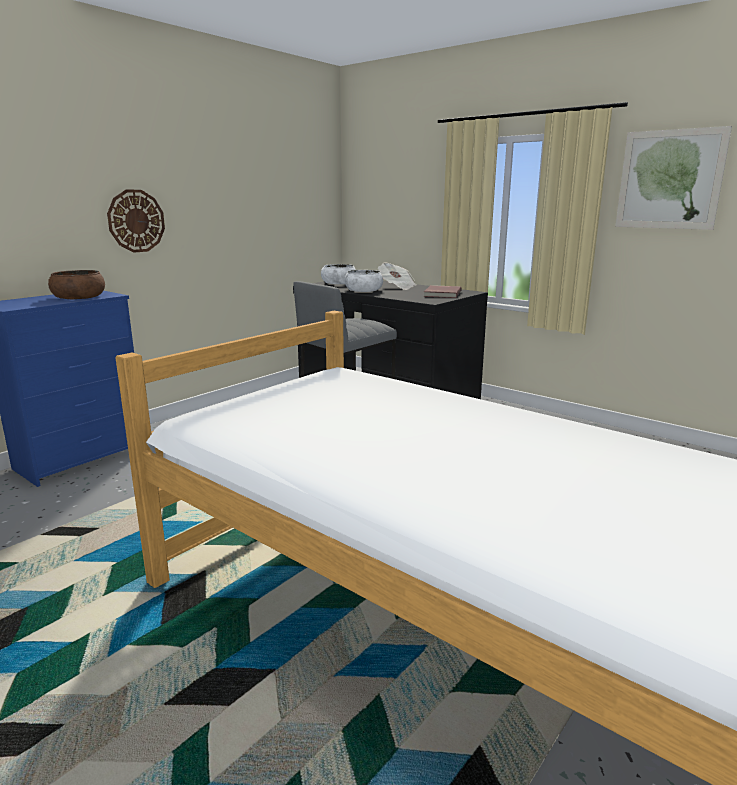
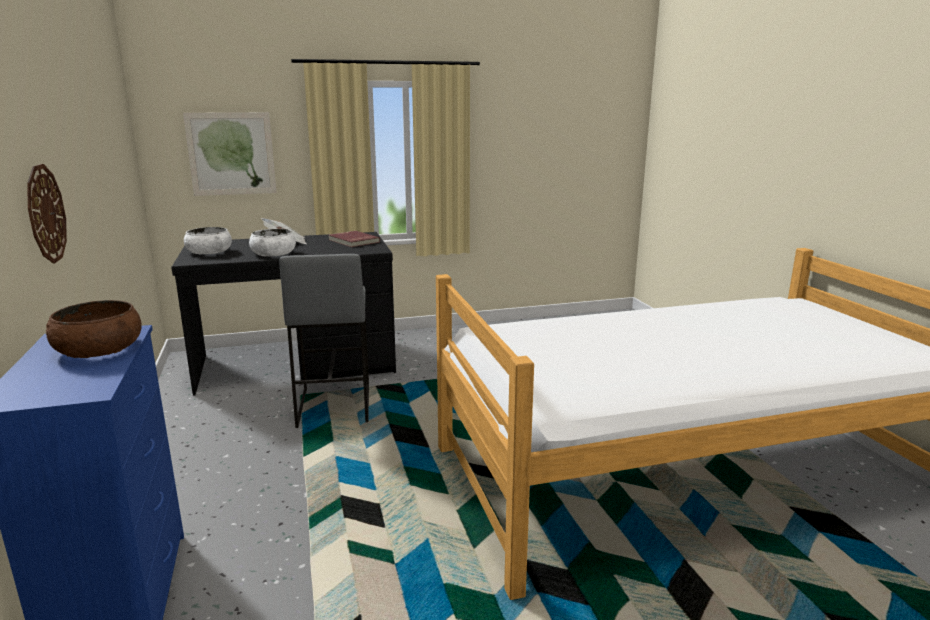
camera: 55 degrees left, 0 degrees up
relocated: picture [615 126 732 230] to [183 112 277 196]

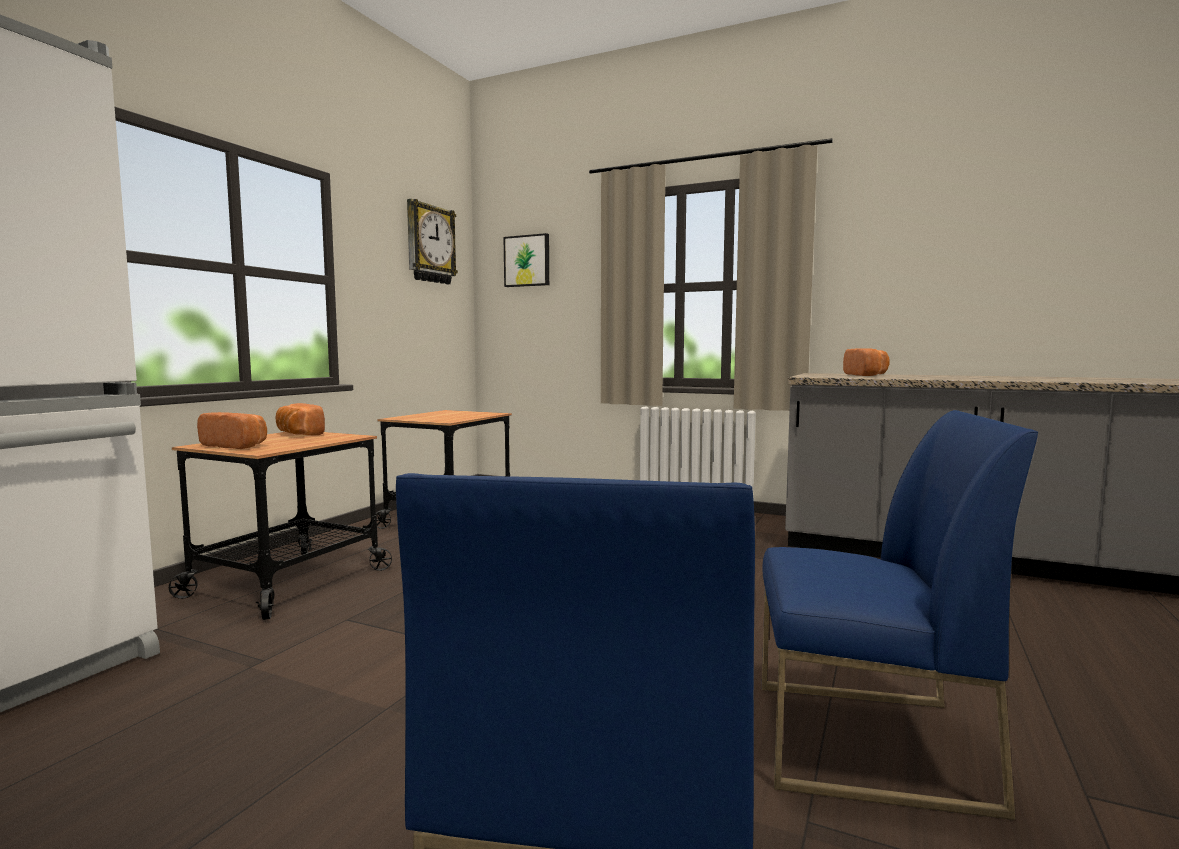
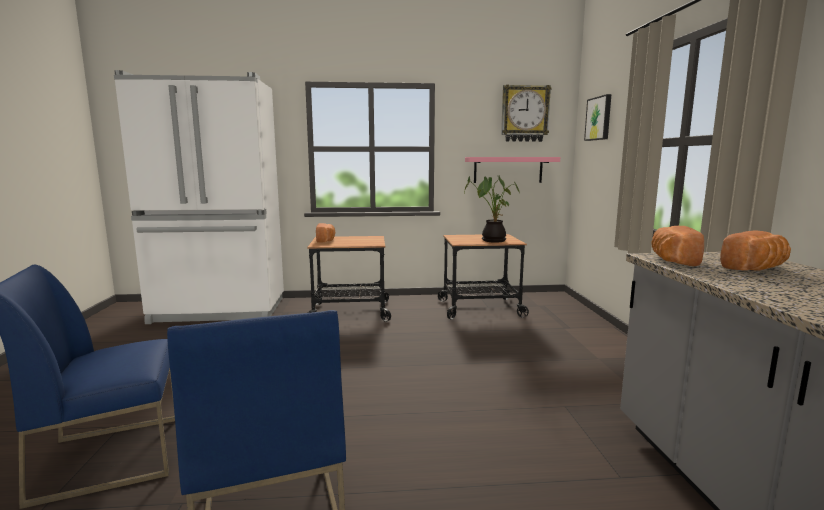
camera: 60 degrees right, 5 degrees up
appeared: pink shelf [465 157 560 183]; potted plant [464 175 520 243]
relocated: bread [276 403 325 436] to [651 226 704 266]

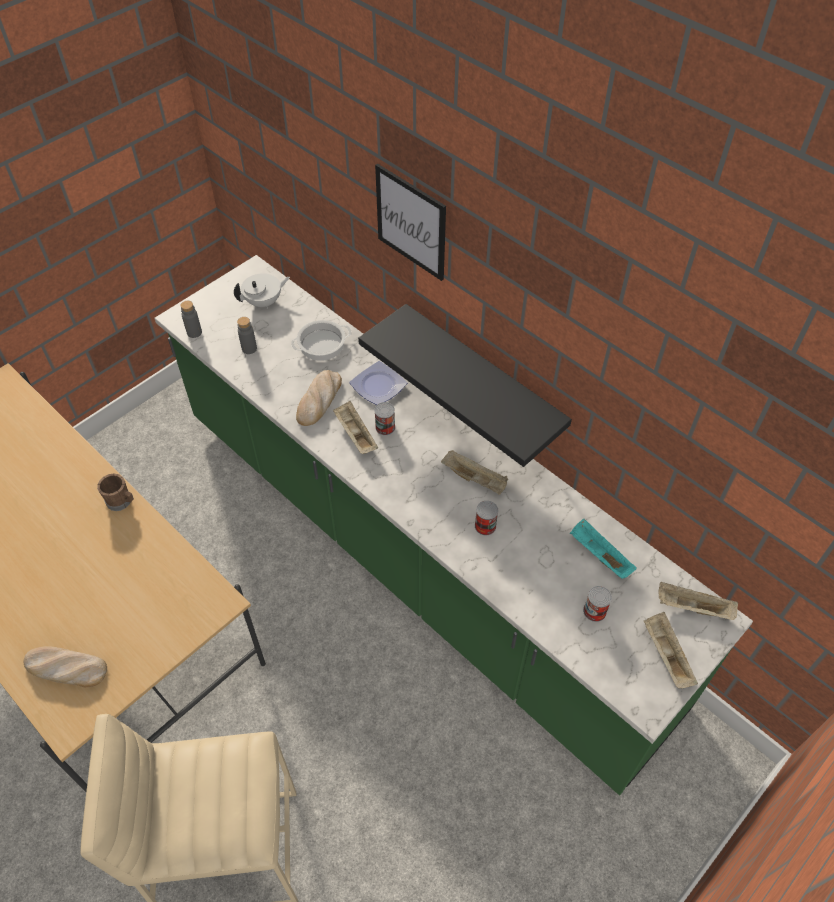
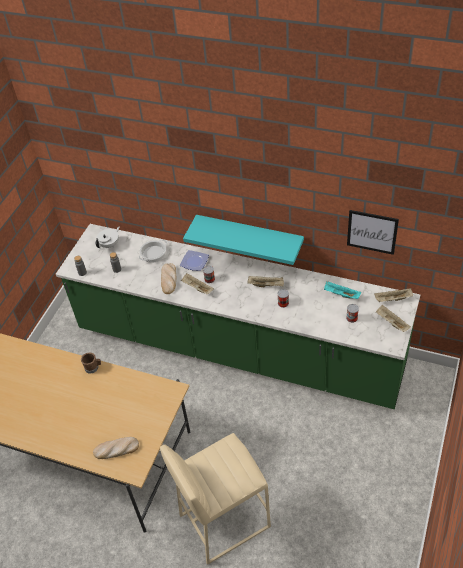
camera: 20 degrees left, 5 degrees down
relocated: picture [375 164 446 281] to [347 210 399 255]
colour: black shelf [358 304 572 467] to turquoise shelf [183 215 304 265]

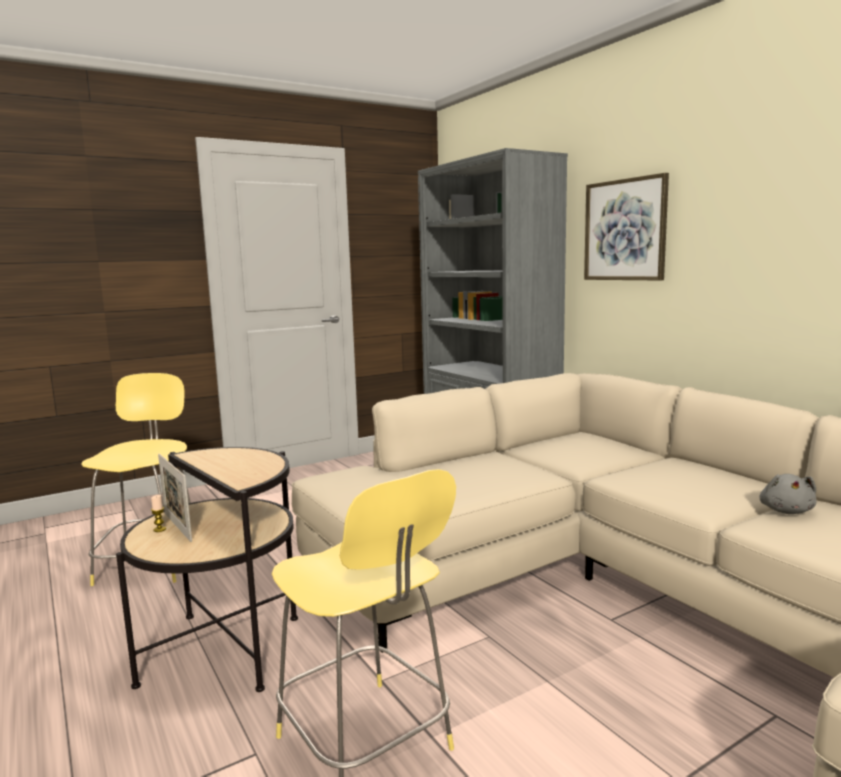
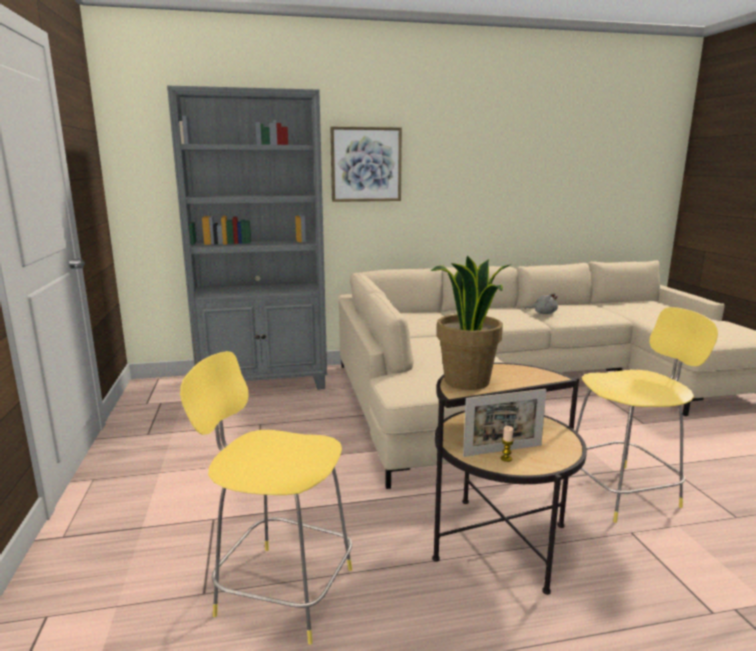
camera: 70 degrees left, 5 degrees up
appeared: potted plant [431 255 512 390]

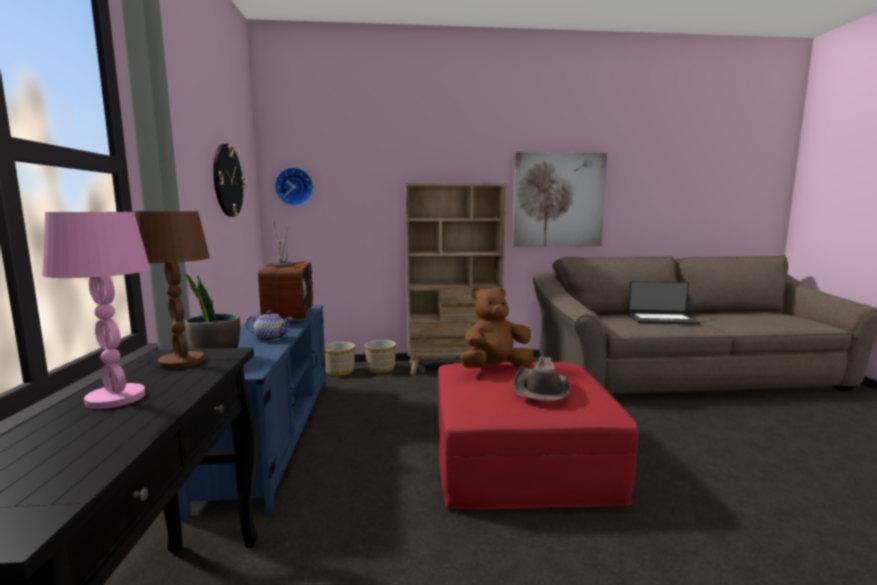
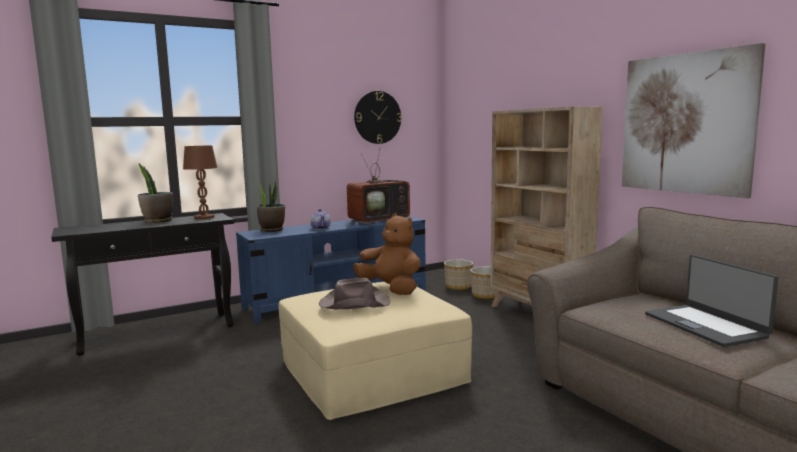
camera: 65 degrees right, 0 degrees up
missing: wall clock [275 167 314 207]
exchanged: pink table lamp [42 211 150 409] to potted plant [138 163 173 223]
colour: red ottoman [438 362 639 510] to beige ottoman [278 282 472 420]

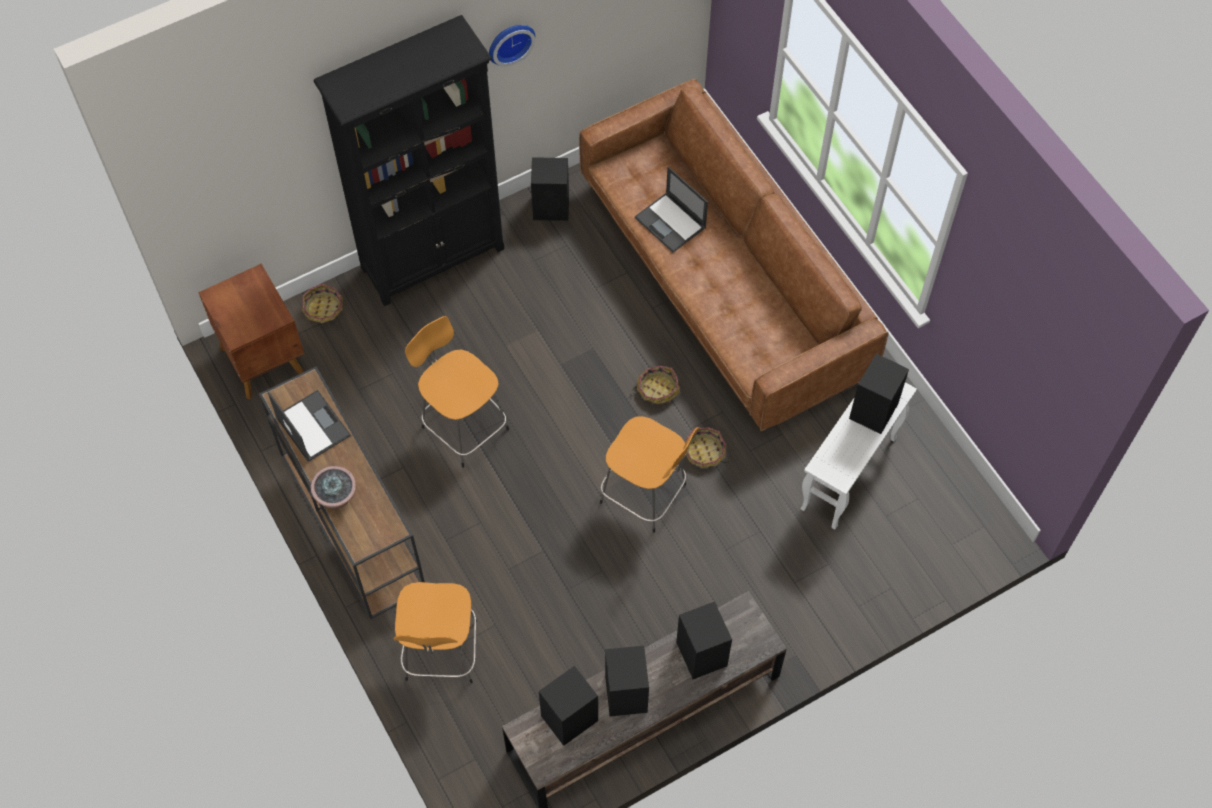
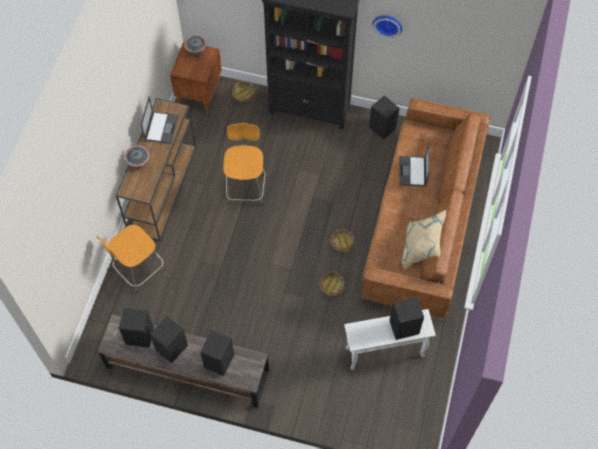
camera: 45 degrees right, 0 degrees up
missing: orange stool [600 416 699 533]
appeared: potted plant [184 35 207 57]; beige pillow [402 209 447 269]

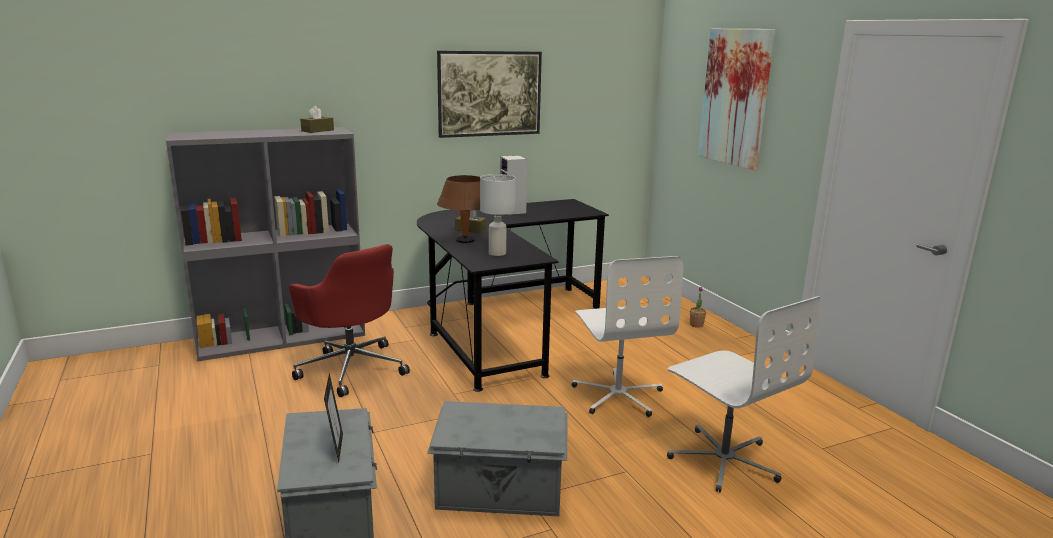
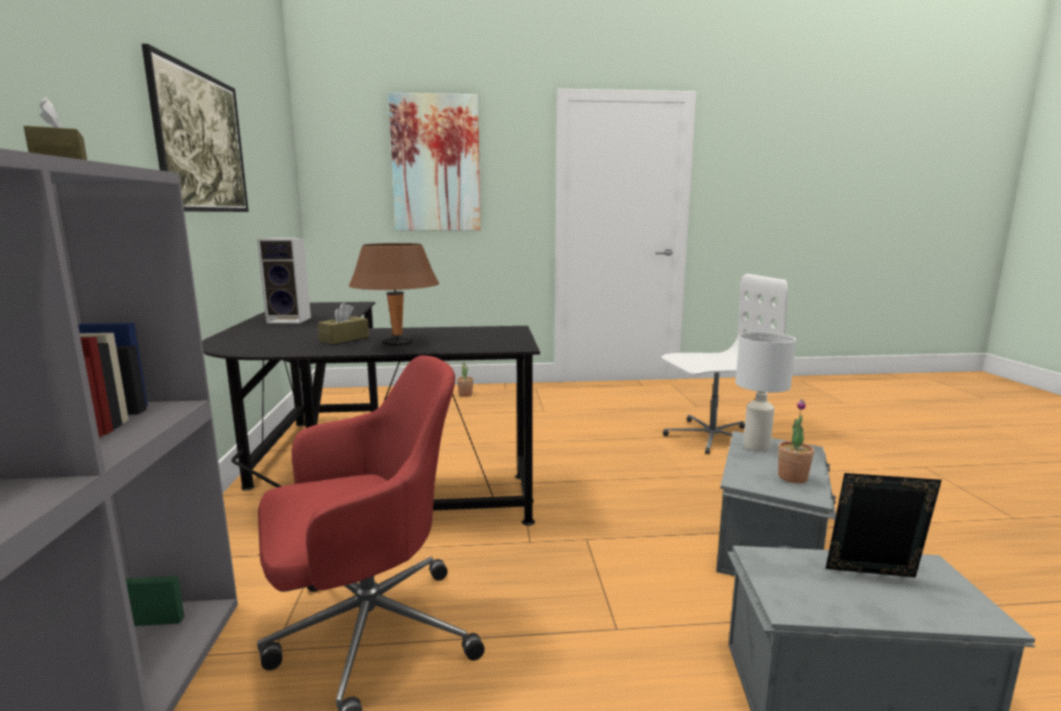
camera: 70 degrees left, 5 degrees down
missing: white office chair [572 256 683 417]
appeared: potted plant [778 399 814 483]
relocated: white table lamp [480 174 516 256] to [736 332 796 452]

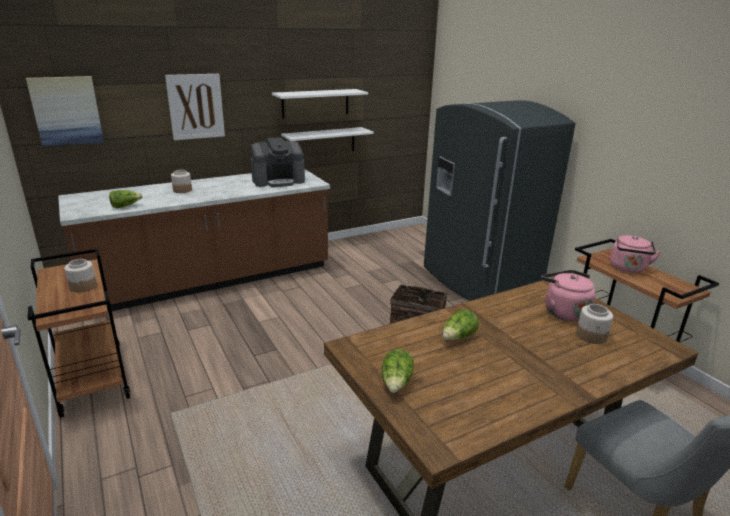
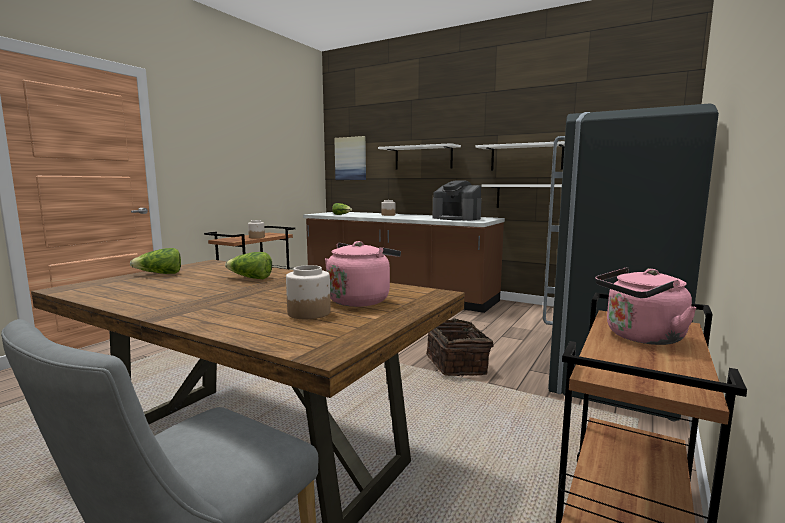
camera: 60 degrees right, 15 degrees down
exchanged: picture [165 74 225 140] to white shelf [378 143 461 170]

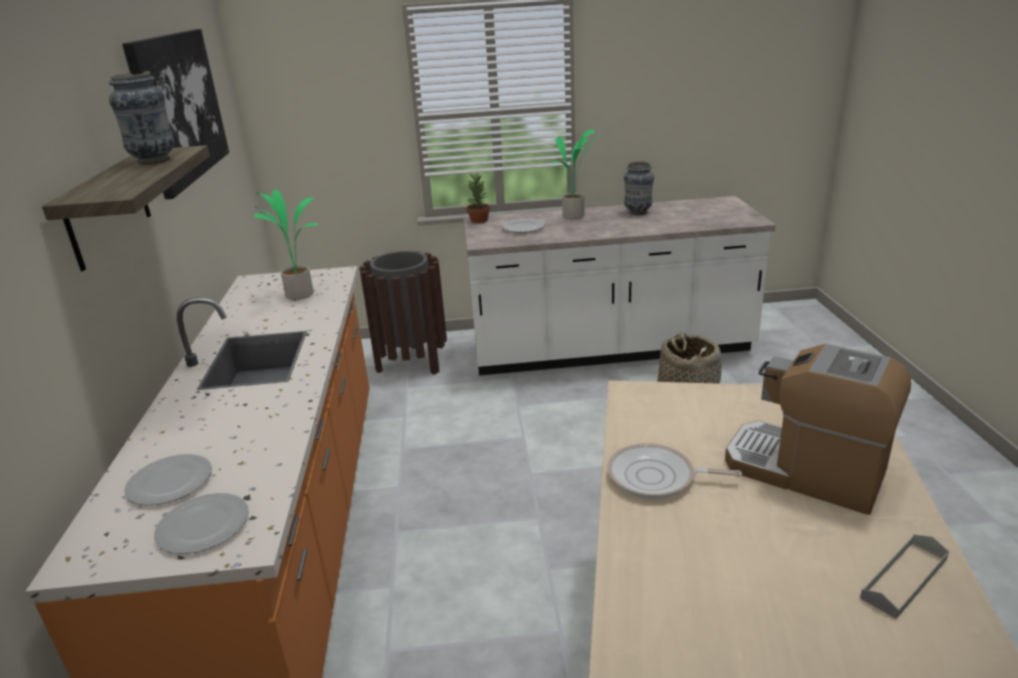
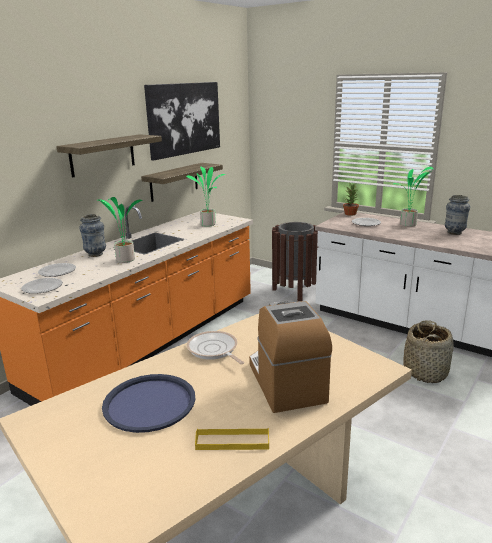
camera: 40 degrees right, 5 degrees down
appeared: shelf [141 163 223 202]; potted plant [97 197 143 263]; blue tray [102 374 195 433]
relocated: vase [109 72 175 164] to [79 214 106 257]
colour: grey tray [860 534 949 619] to yellow tray [195 428 269 450]

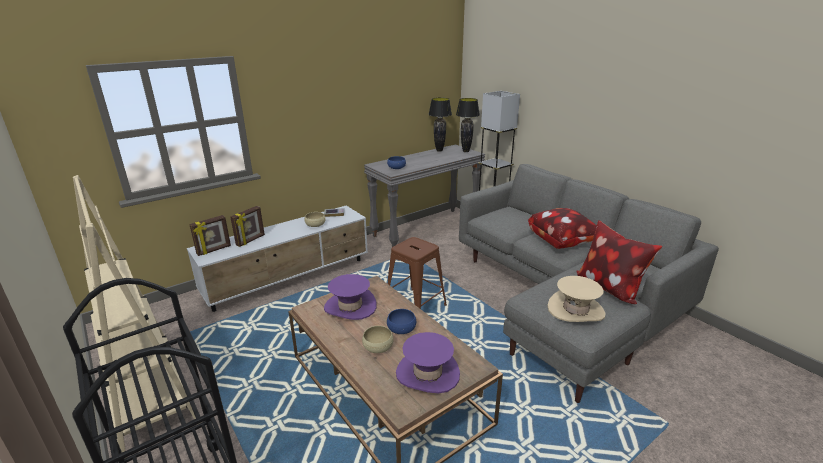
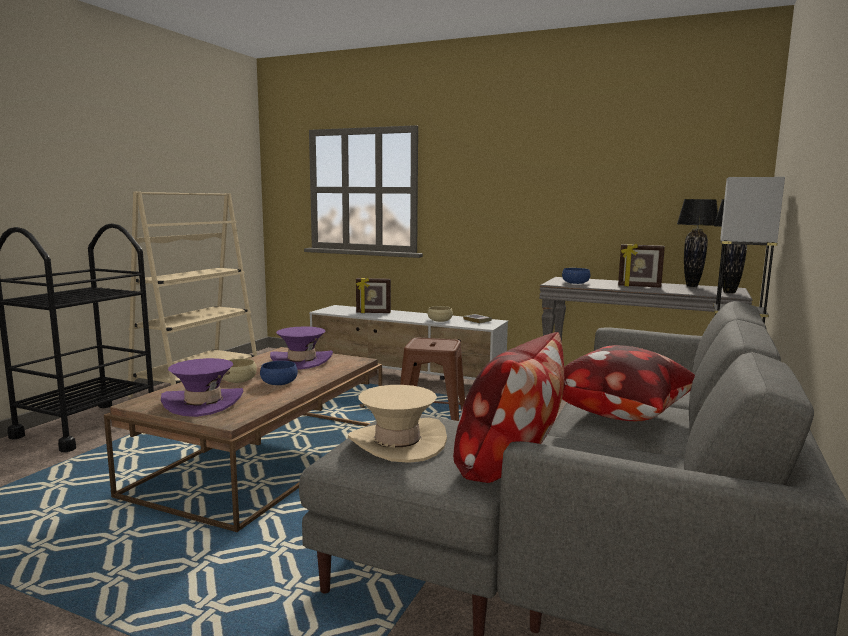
camera: 60 degrees right, 15 degrees down
relocated: picture frame [189 215 231 256] to [618 244 665 288]

